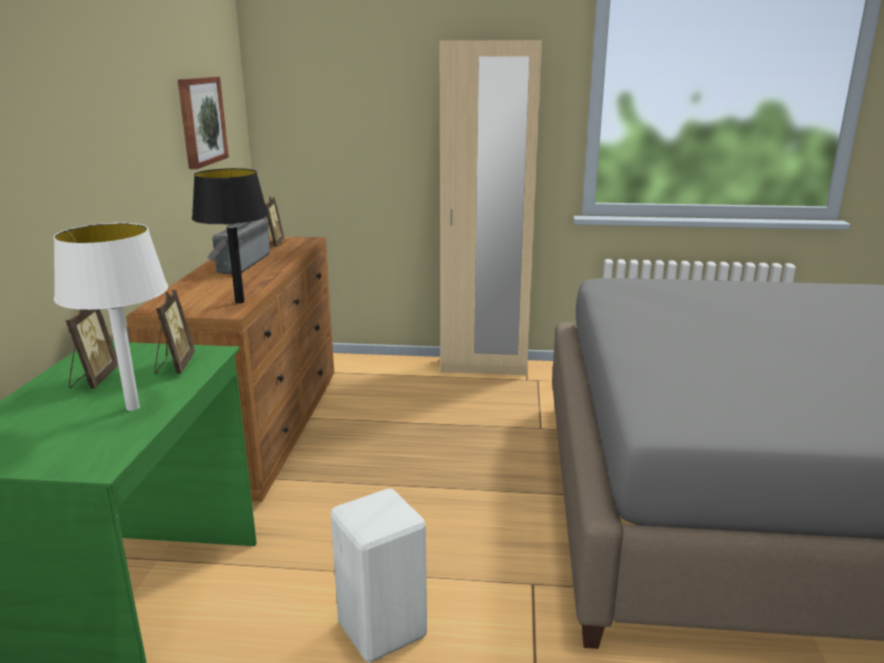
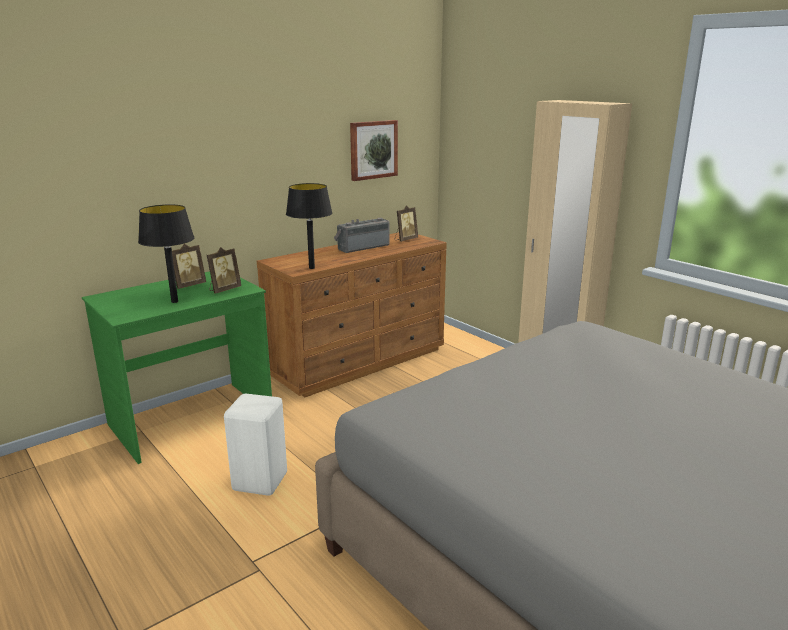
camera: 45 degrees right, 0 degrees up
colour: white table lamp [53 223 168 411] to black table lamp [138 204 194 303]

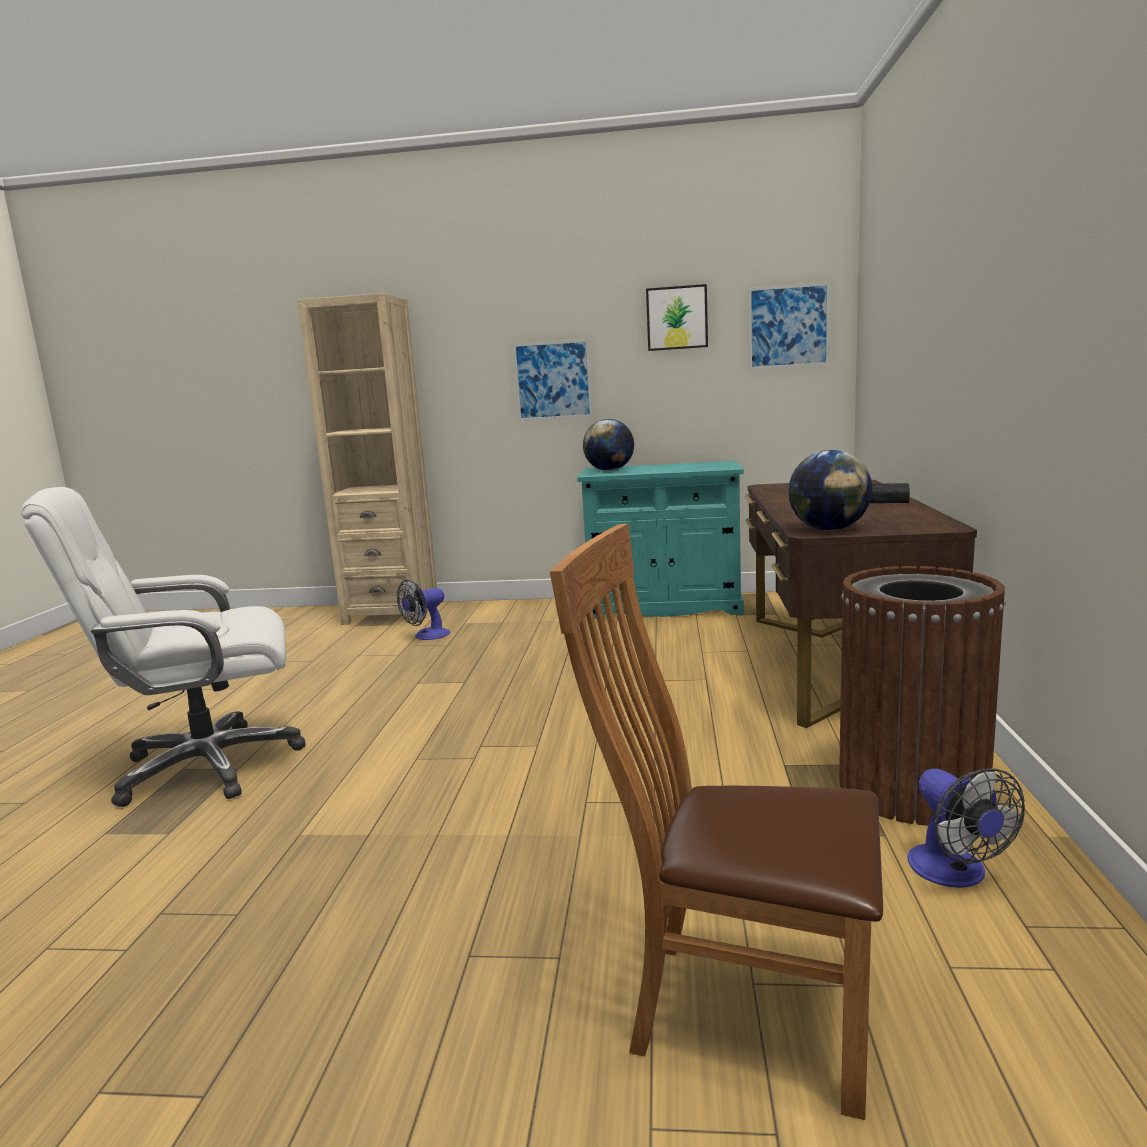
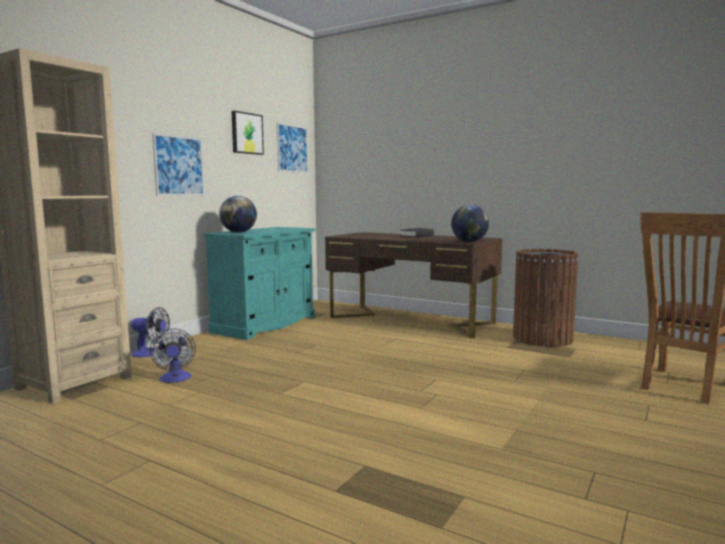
camera: 65 degrees left, 5 degrees down
missing: white office chair [21 487 305 807]
relocated: fan [907 768 1025 888] to [131 307 170 357]

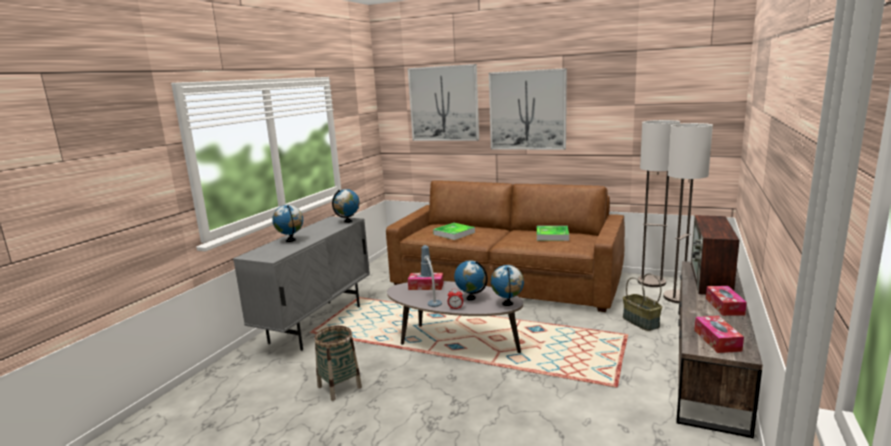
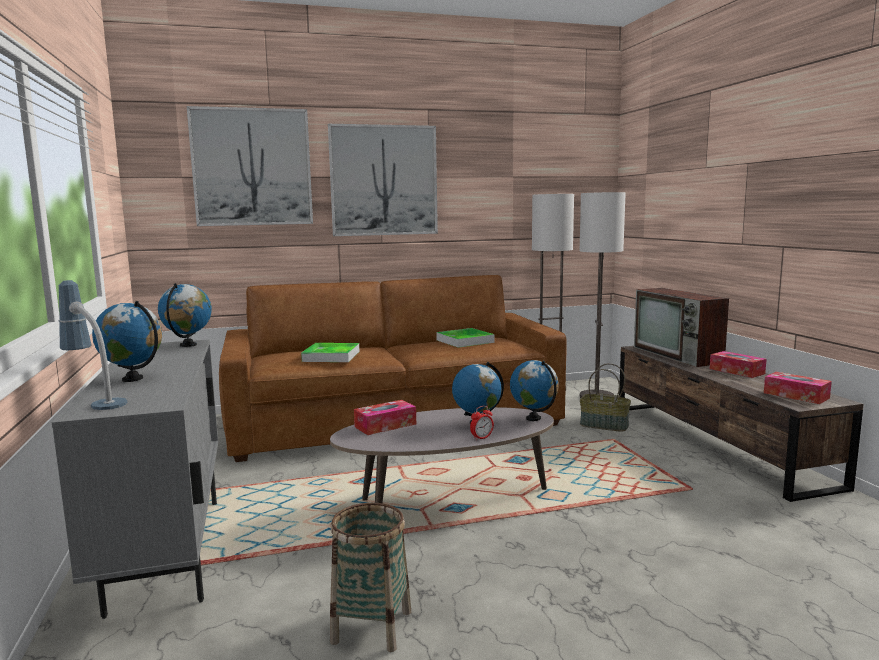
camera: 40 degrees left, 5 degrees down
relocated: table lamp [421 245 442 307] to [59 280 128 410]

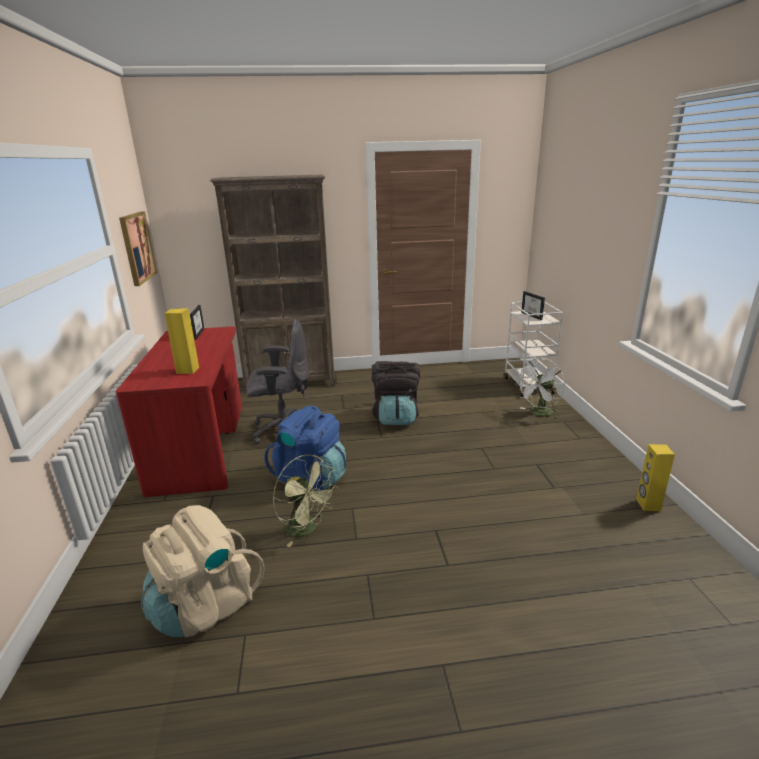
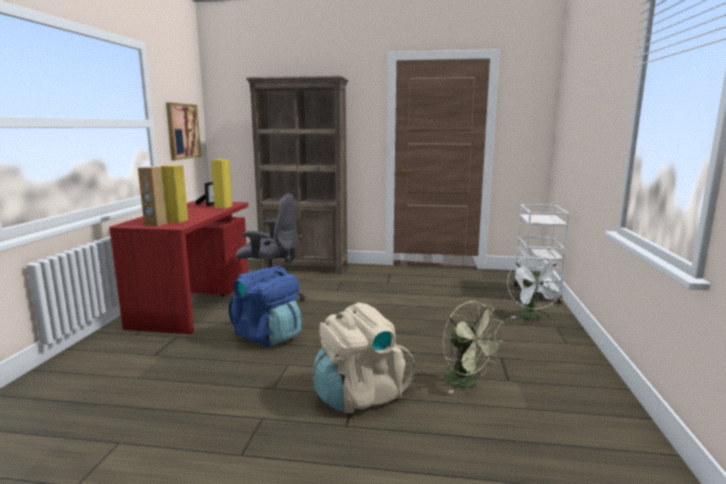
camera: 15 degrees right, 10 degrees down
missing: picture frame [521 291 545 320]; black backpack [371 361 420 425]
appeared: brown speaker [138 166 167 226]
relocated: yellow speaker [636 444 675 511] to [211 159 232 209]; green fan [273 455 338 547] to [443 301 505 394]; beige backpack [141 505 265 637] to [312 303 415 413]
spun: white fan [517 358 565 419] = [507 255 565 319] 60 degrees counterclockwise

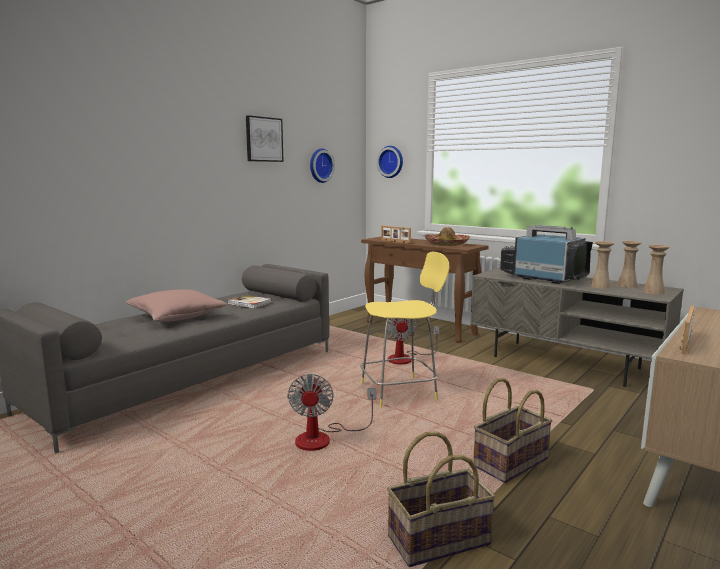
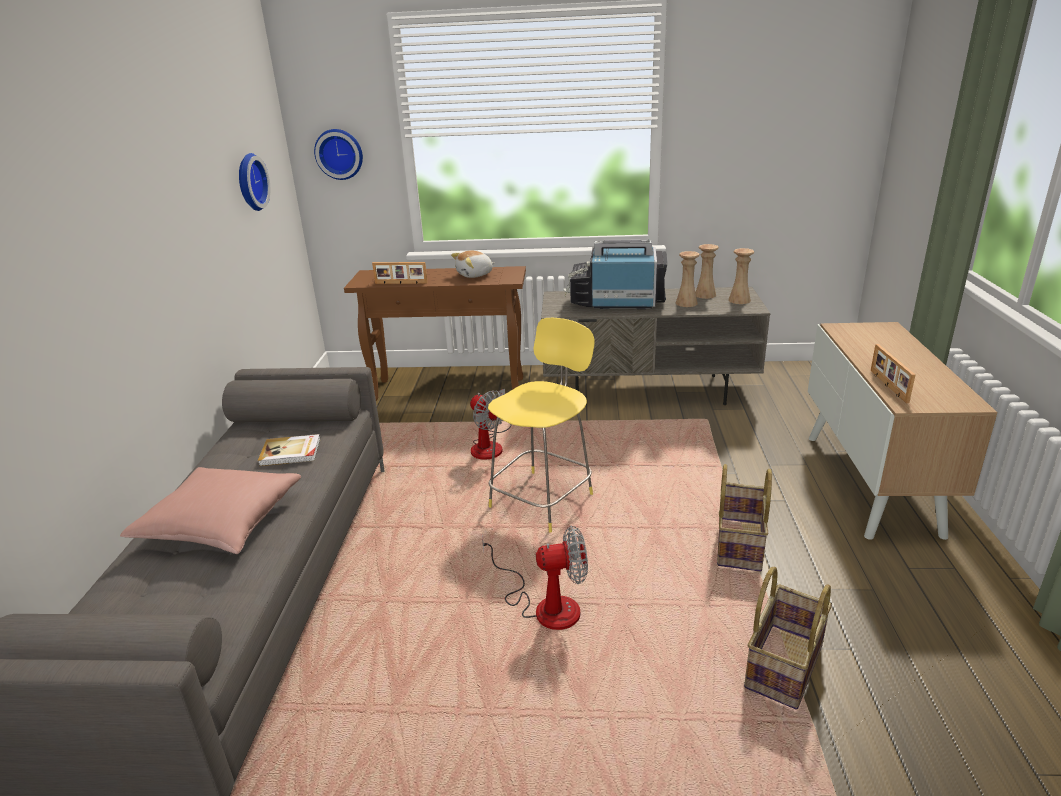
camera: 35 degrees left, 15 degrees up
missing: picture [246 115 284 162]
exchanged: hat [424 226 470 246] to plush toy [451 251 494 278]
spun: fan [287 374 376 451] = [482 526 588 630] 60 degrees counterclockwise

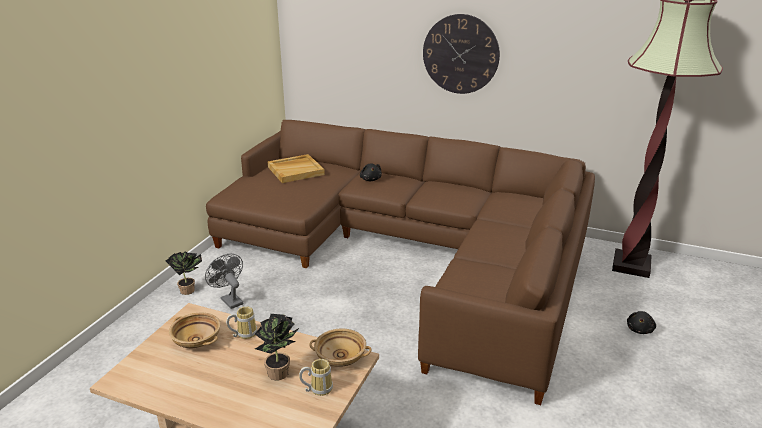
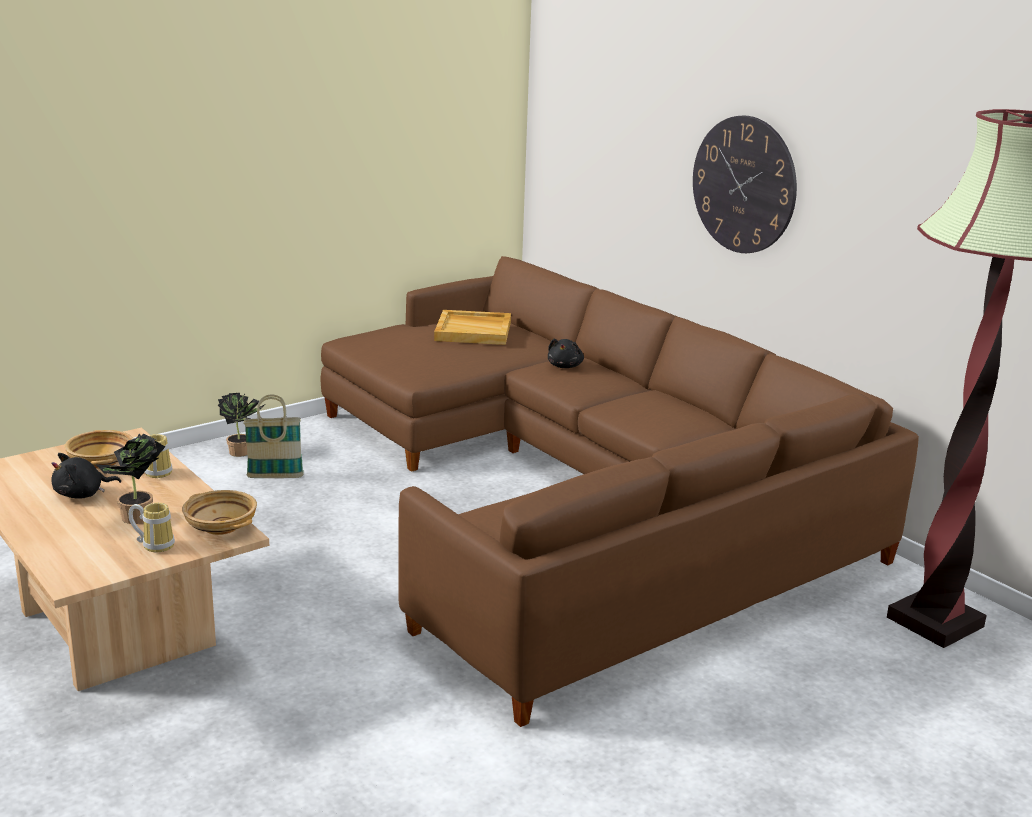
camera: 30 degrees right, 5 degrees down
relocated: black plush toy [627 311 656 334] to [51 453 121 499]
exchanged: grey fan [205 254 243 309] to basket [243 394 304 478]

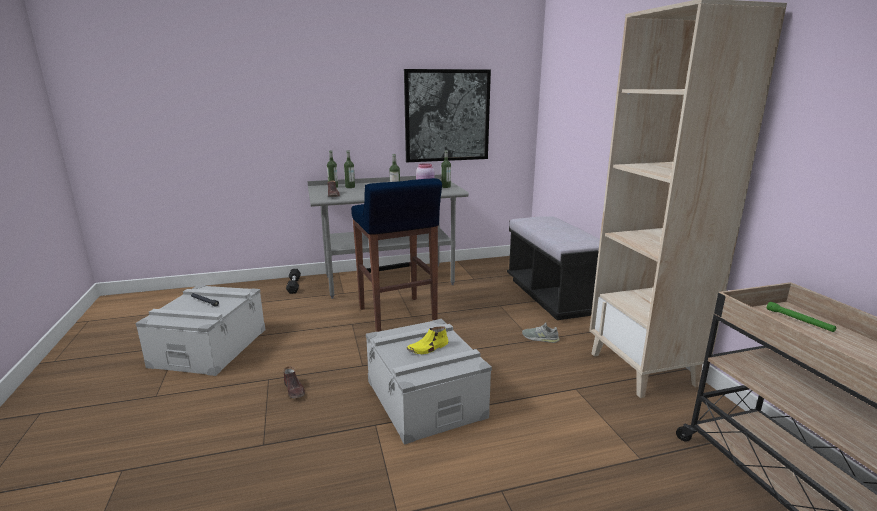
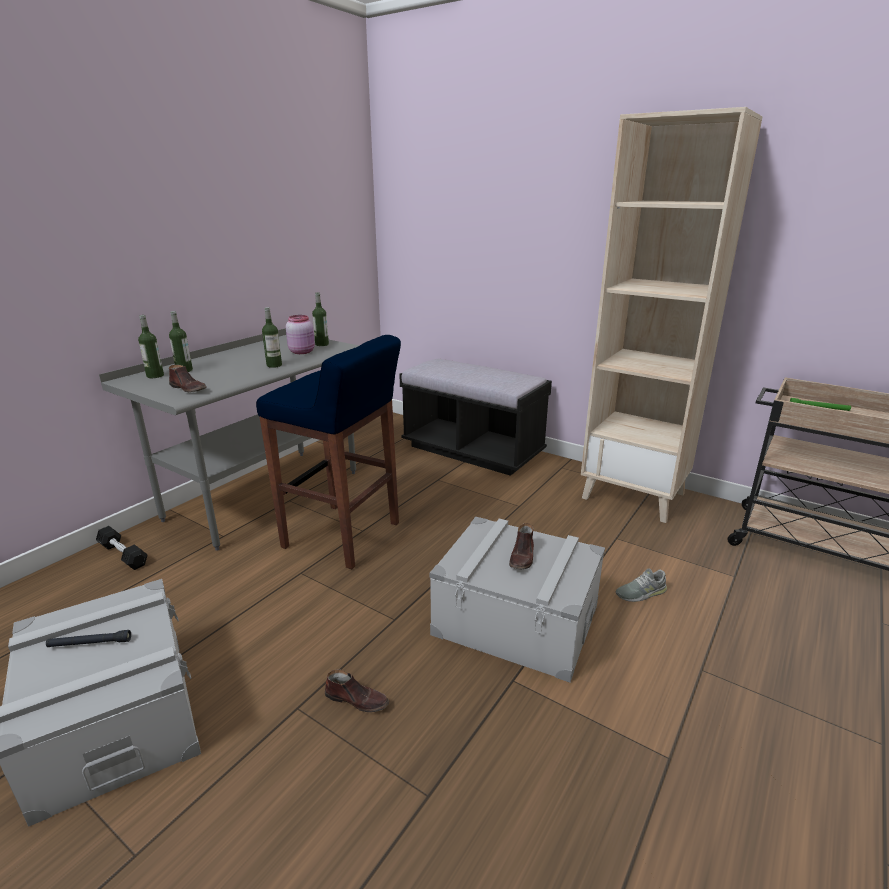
camera: 40 degrees left, 5 degrees up
missing: picture [404 69 491 162]
relocated: grey shoe [522 322 560 343] to [616 569 667 602]
colour: yellow shoe [406 326 449 354] to brown shoe [509 523 534 570]

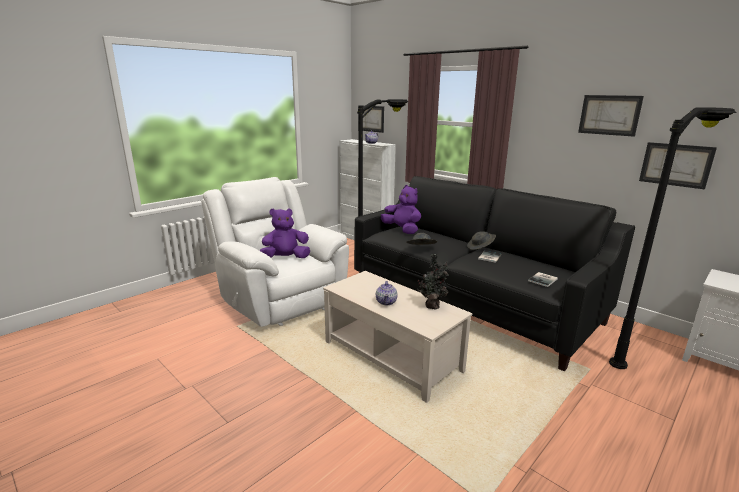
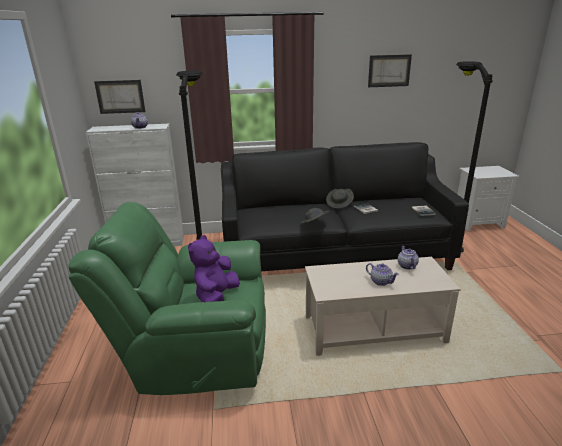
camera: 50 degrees left, 5 degrees up
missing: picture [639 142 717 189]; purple plush toy [381 185 421 234]
exchanged: potted plant [418 254 449 310] to teapot [398 246 419 269]
colour: white armchair [201 177 349 327] to green armchair [68 202 266 395]

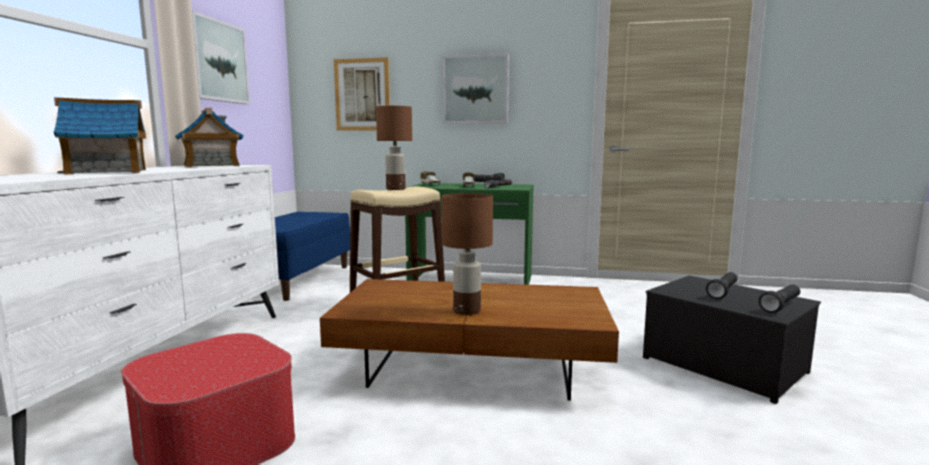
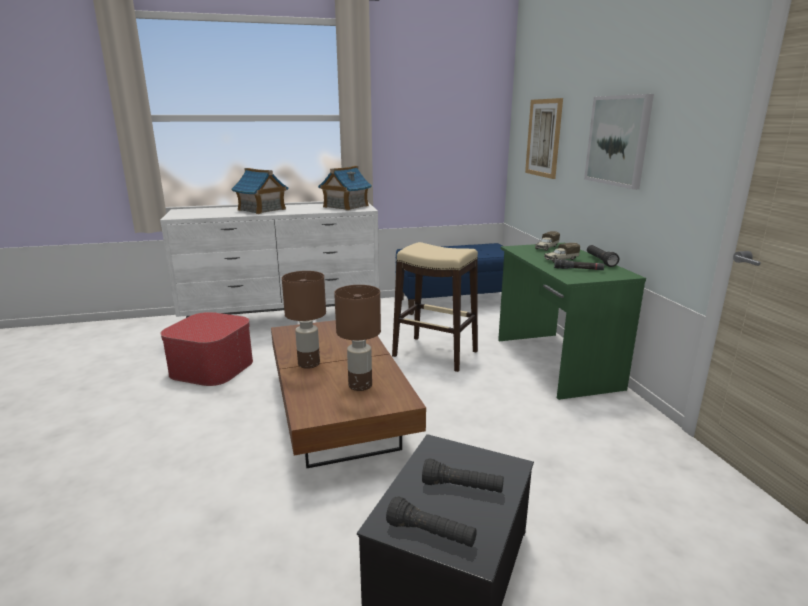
camera: 65 degrees right, 10 degrees up
missing: picture [192 11 250 104]
relocated: brown table lamp [376 106 412 190] to [334 285 381 391]

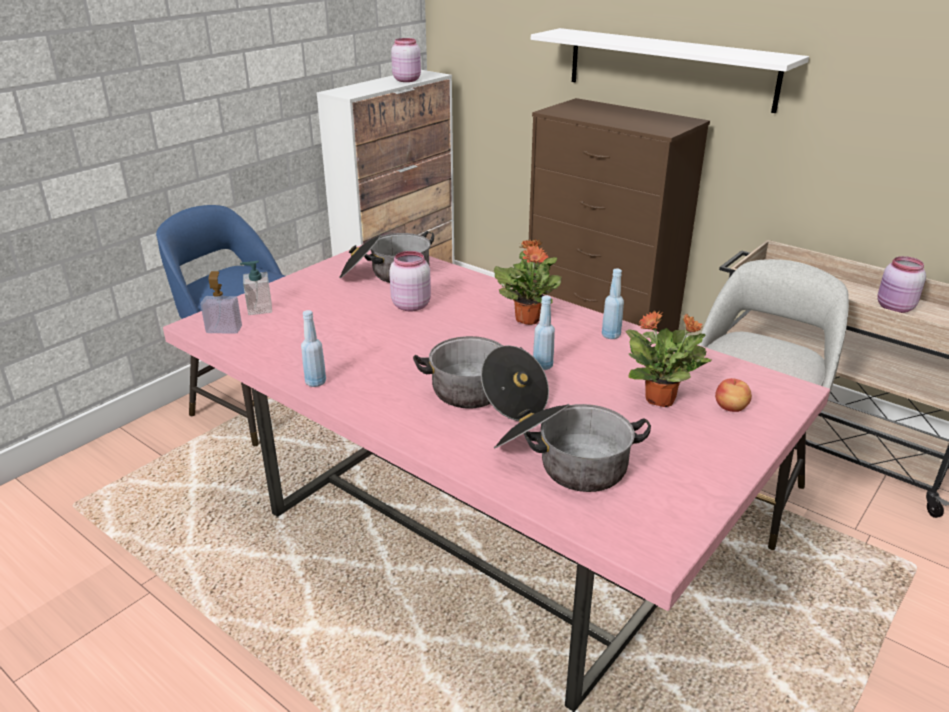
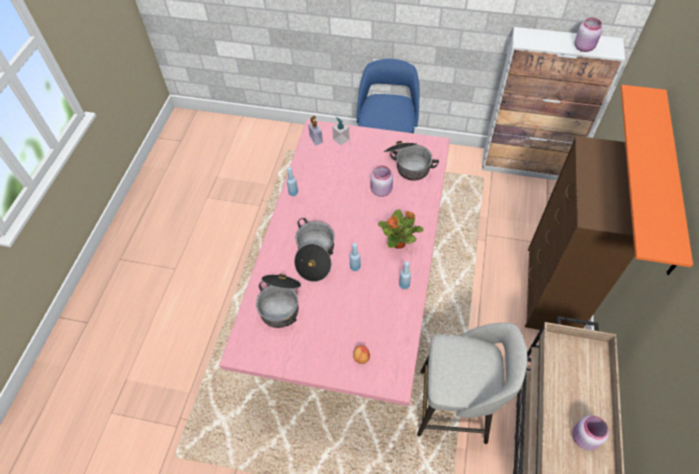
camera: 65 degrees right, 25 degrees up
missing: potted plant [625 310 712 407]
colour: white shelf [531 28 809 113] to orange shelf [621 85 693 275]

